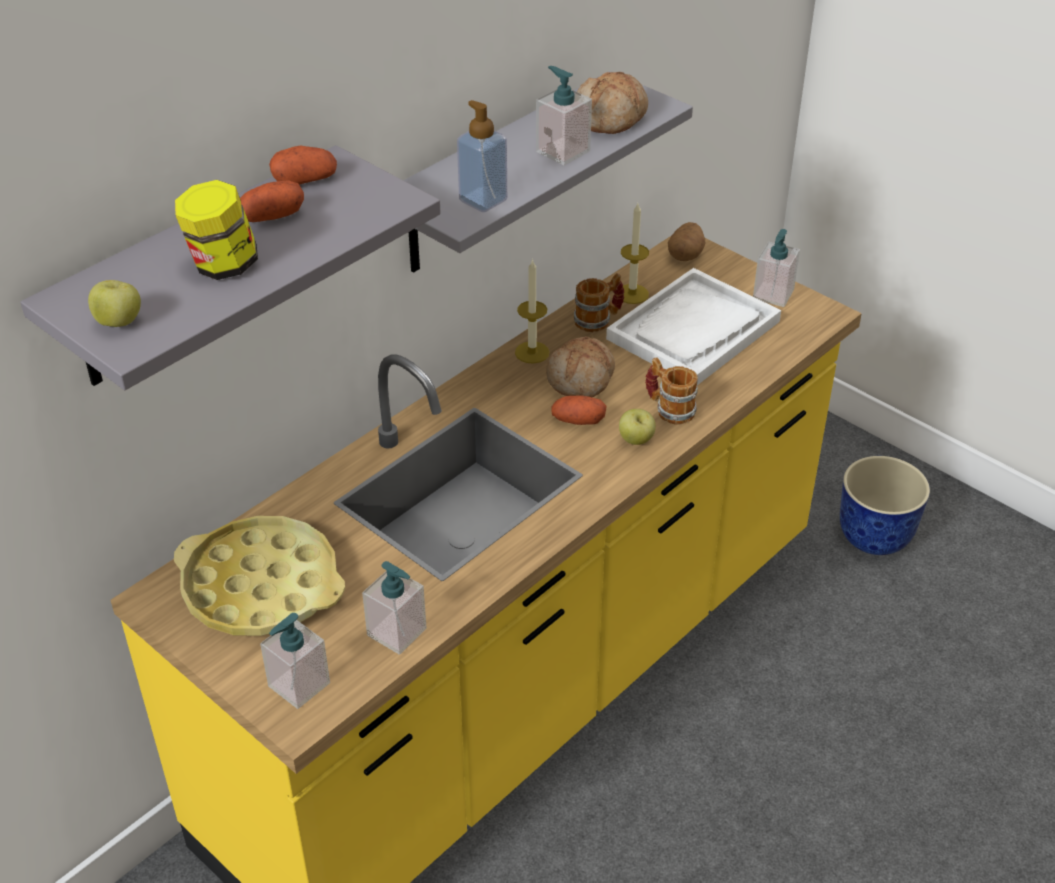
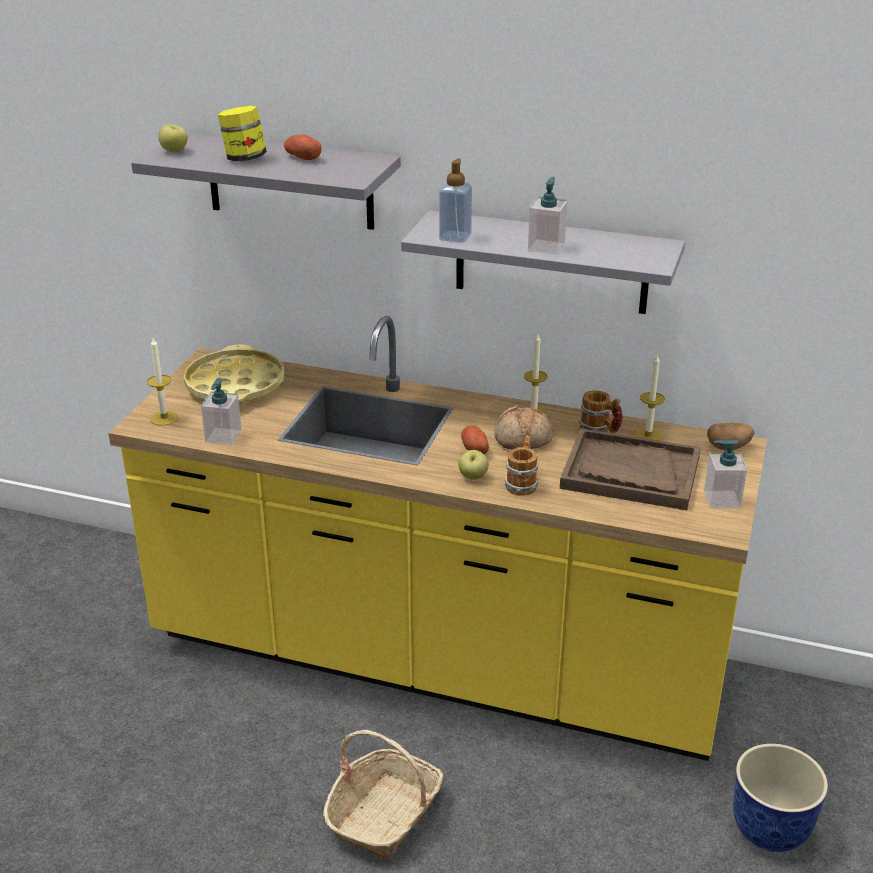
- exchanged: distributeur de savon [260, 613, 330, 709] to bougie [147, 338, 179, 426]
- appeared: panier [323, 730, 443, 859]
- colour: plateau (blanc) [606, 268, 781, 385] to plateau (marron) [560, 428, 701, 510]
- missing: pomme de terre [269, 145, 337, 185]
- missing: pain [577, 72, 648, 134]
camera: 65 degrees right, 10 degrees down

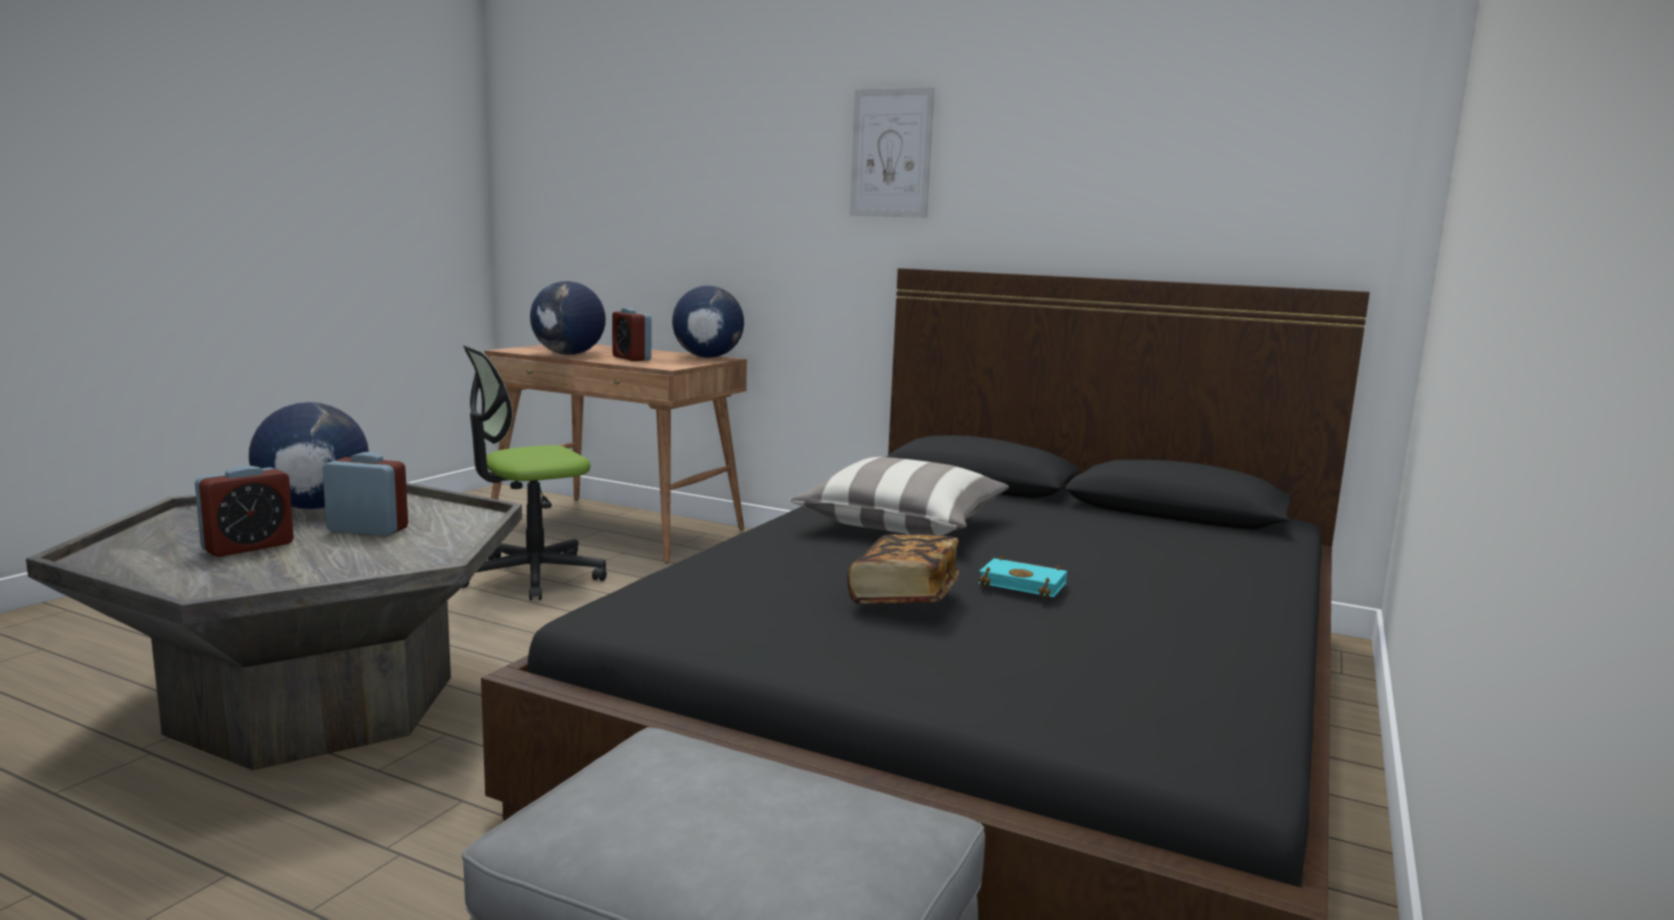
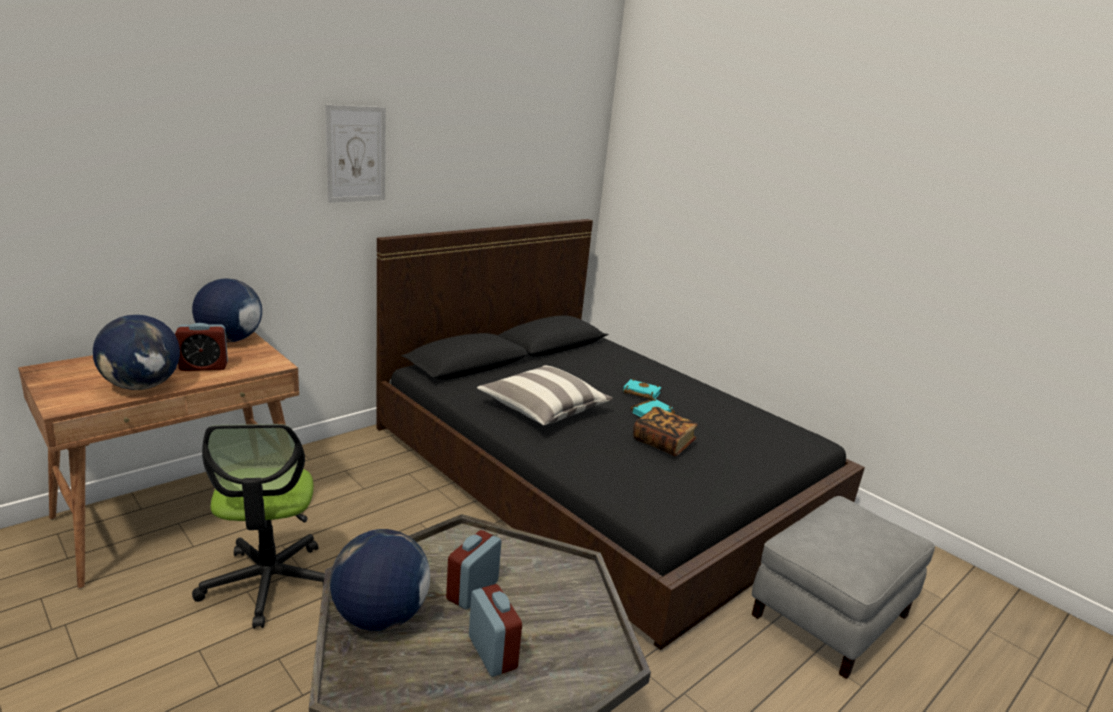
- appeared: livre (turquoise) [623, 379, 661, 400]
camera: 70 degrees left, 10 degrees up

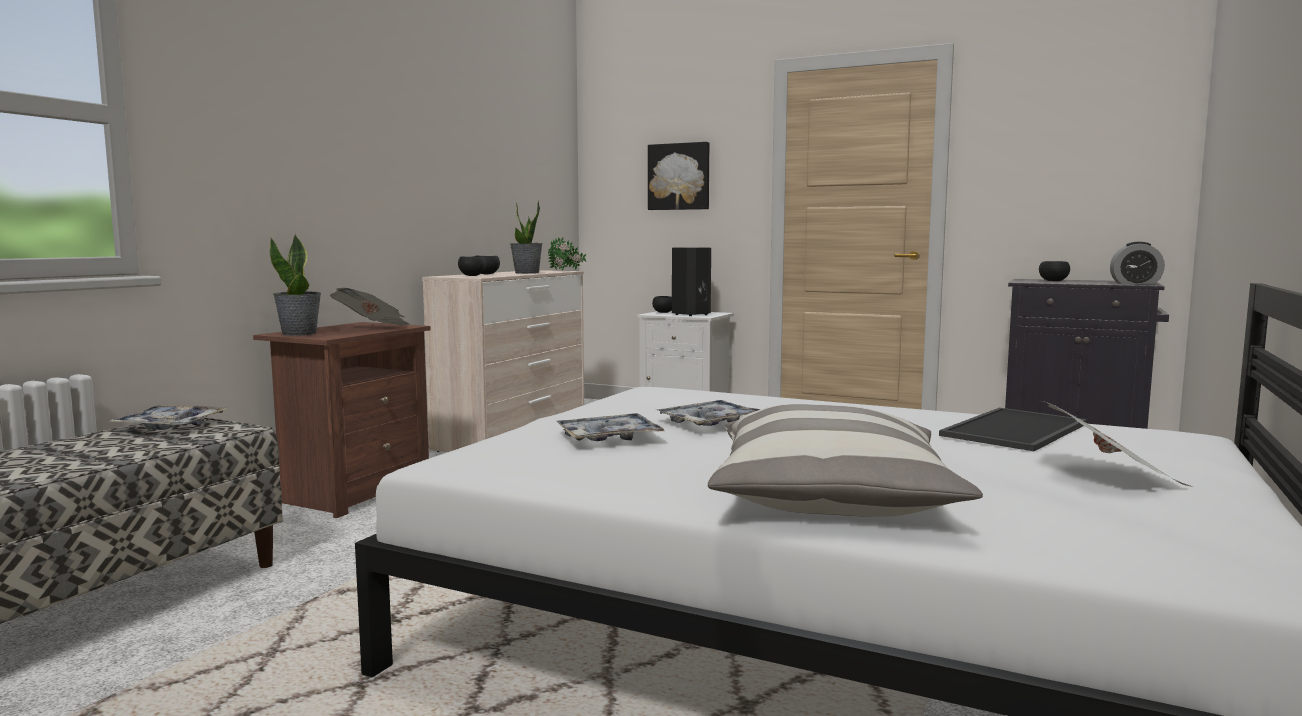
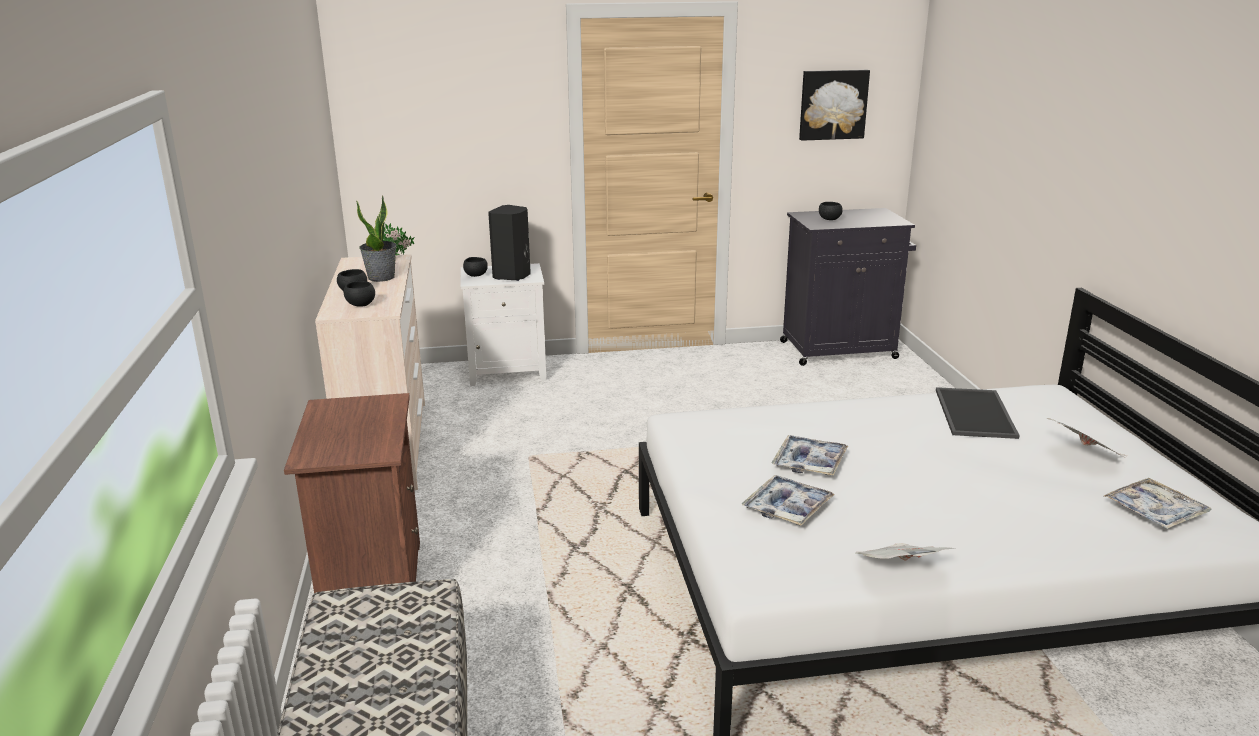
- relocated: tableau [648, 142, 709, 210] to [799, 70, 870, 141]
- relocated: journal [330, 288, 409, 325] to [856, 543, 954, 561]
- relocated: plateau [109, 405, 227, 430] to [1104, 478, 1211, 529]
- missing: plante en pot [270, 234, 321, 336]
- missing: coussin [708, 404, 983, 517]
- missing: réveil [1110, 242, 1165, 285]
camera: 35 degrees left, 15 degrees up

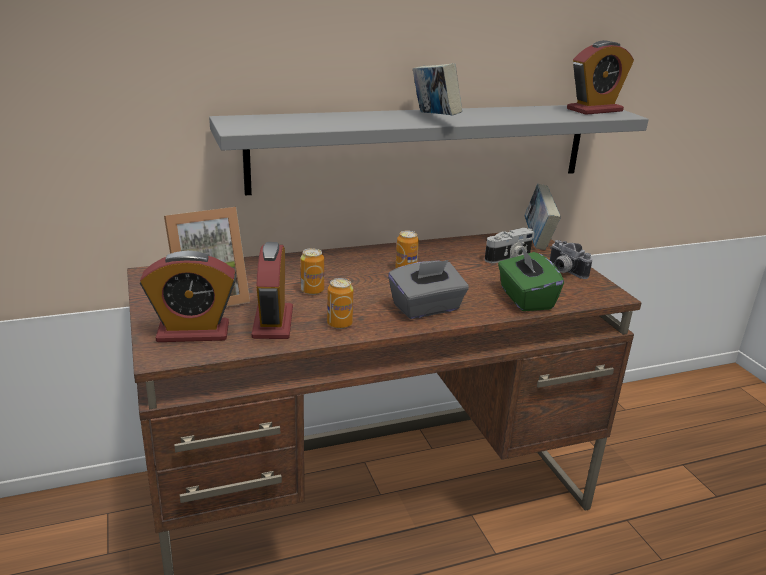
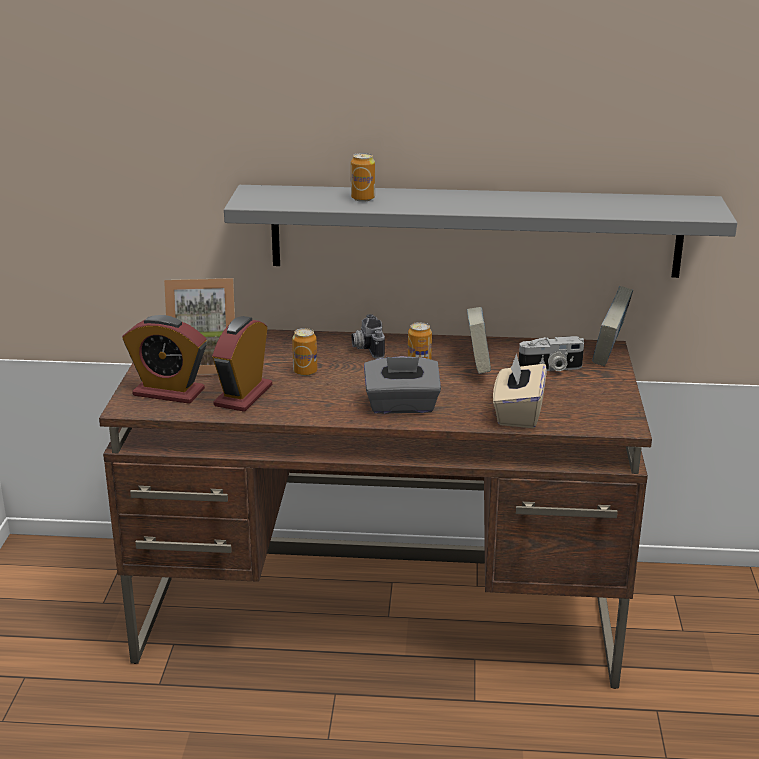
- relocated: boîte métallique [327, 278, 353, 329] to [351, 153, 375, 202]
- relocated: appareil photo [550, 240, 592, 279] to [351, 314, 385, 359]
- relocated: livre [413, 63, 462, 115] to [467, 307, 491, 374]
- colour: boîte à mouchoirs (vert) [498, 245, 564, 311] to boîte à mouchoirs (beige) [493, 354, 547, 428]
- missing: réveil [567, 40, 634, 115]
camera: 25 degrees right, 0 degrees up

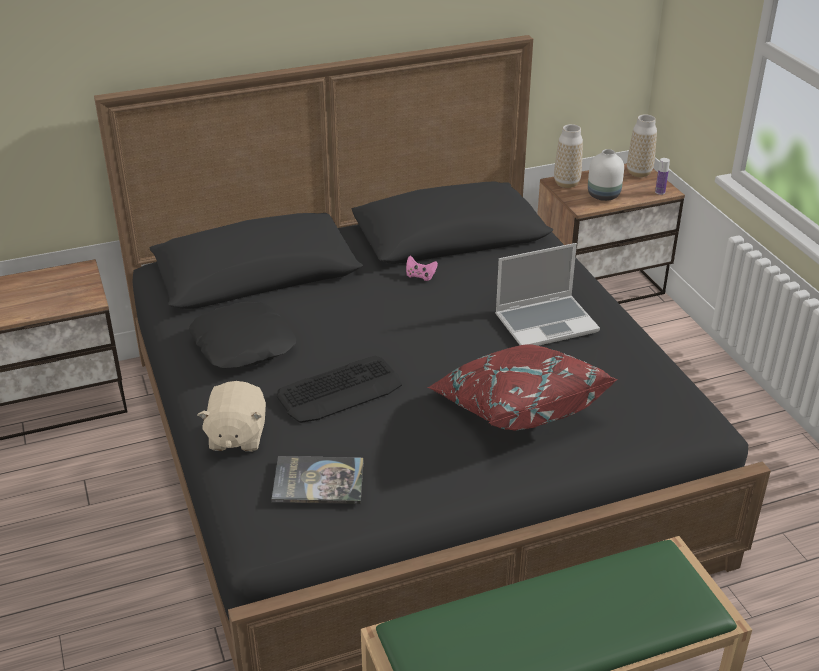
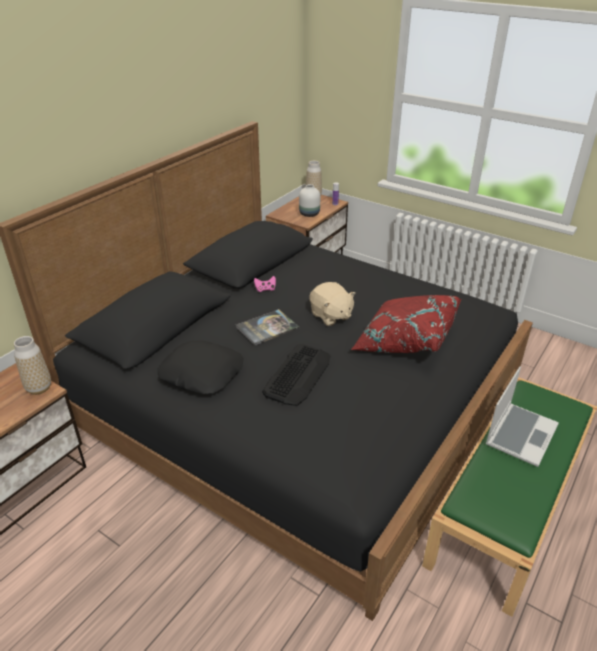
- relocated: vase [554, 124, 583, 188] to [14, 336, 51, 395]
- relocated: livre [272, 456, 364, 504] to [236, 309, 299, 345]
- relocated: peluche (beige) [198, 381, 266, 452] to [309, 282, 356, 326]
- relocated: ordinateur portable [495, 243, 600, 346] to [486, 366, 559, 467]
camera: 35 degrees left, 0 degrees up

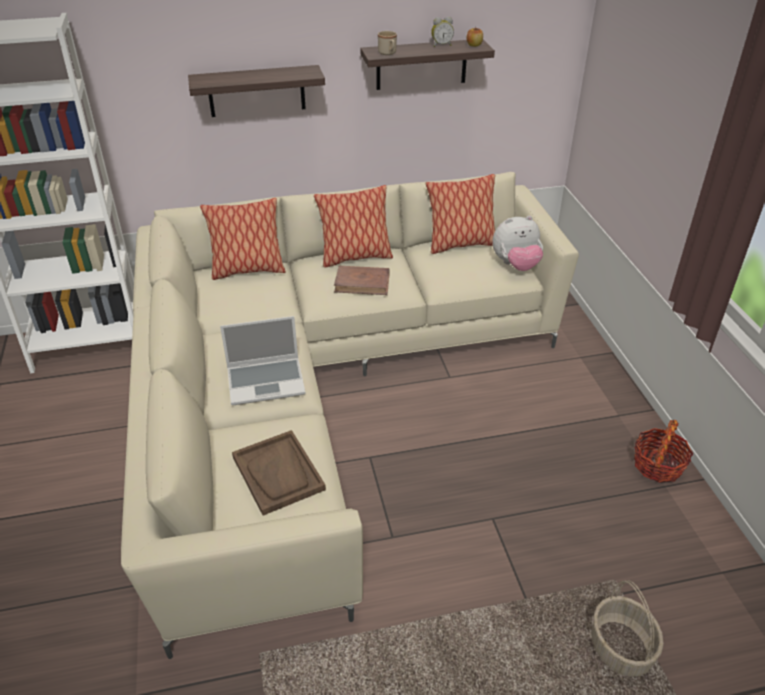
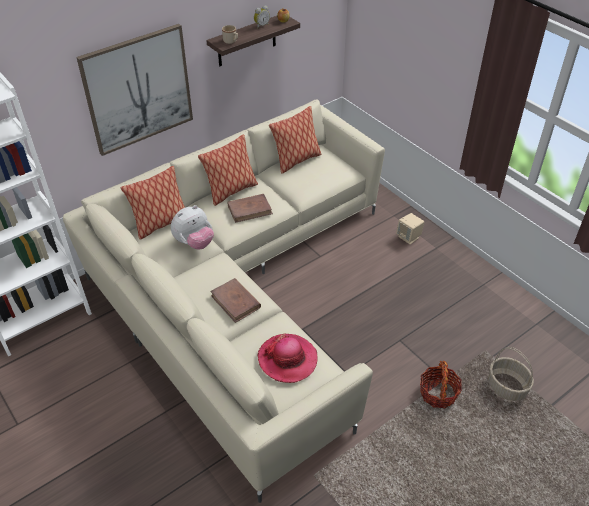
- exchanged: étagère [188, 65, 325, 117] to tableau [76, 24, 193, 156]
- relocated: peluche [492, 216, 543, 271] to [171, 205, 214, 250]
- exchanged: ordinateur portable [220, 316, 306, 405] to livre (marron) [210, 278, 261, 323]
- exchanged: plateau (marron) [232, 430, 326, 516] to chapeau [257, 334, 317, 383]
- appeared: enceinte (beige) [396, 213, 424, 245]
- relocated: panier [634, 420, 693, 483] to [420, 361, 462, 408]
camera: 25 degrees left, 5 degrees up

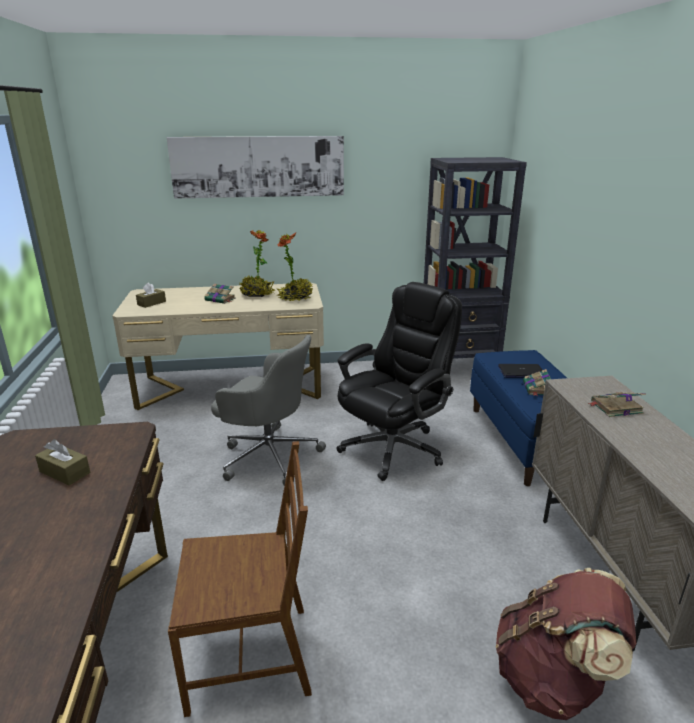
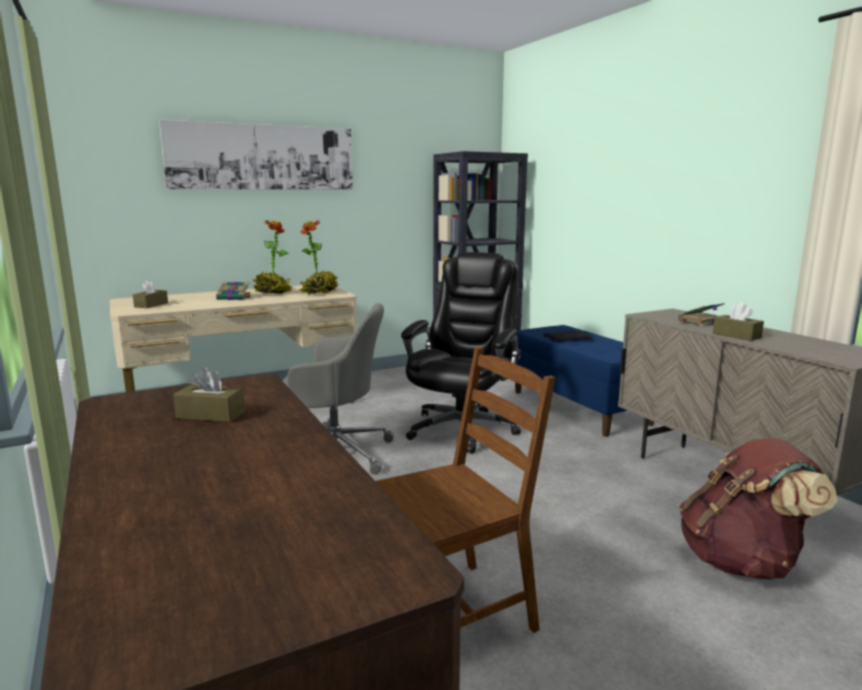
- appeared: boîte à mouchoirs (marron) [713, 302, 764, 341]
- missing: livre [523, 369, 551, 396]
camera: 20 degrees left, 10 degrees down

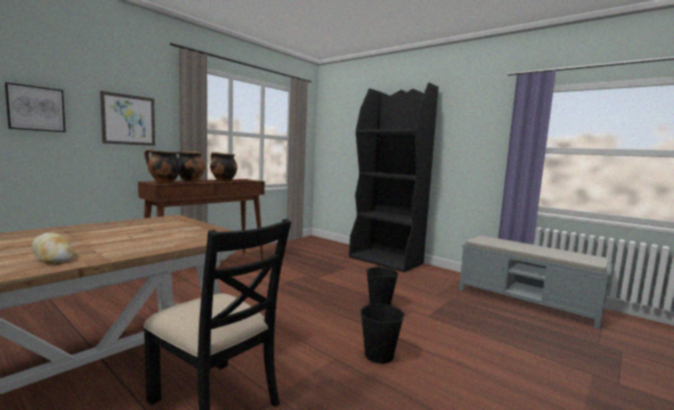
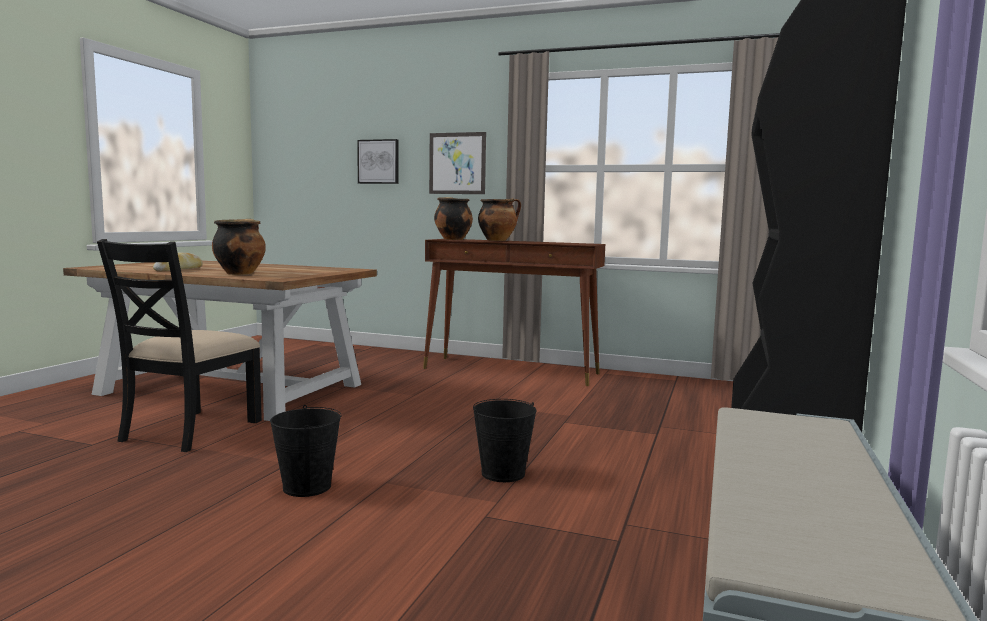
- relocated: marmite [210, 152, 237, 182] to [212, 219, 266, 275]
camera: 70 degrees right, 0 degrees up

